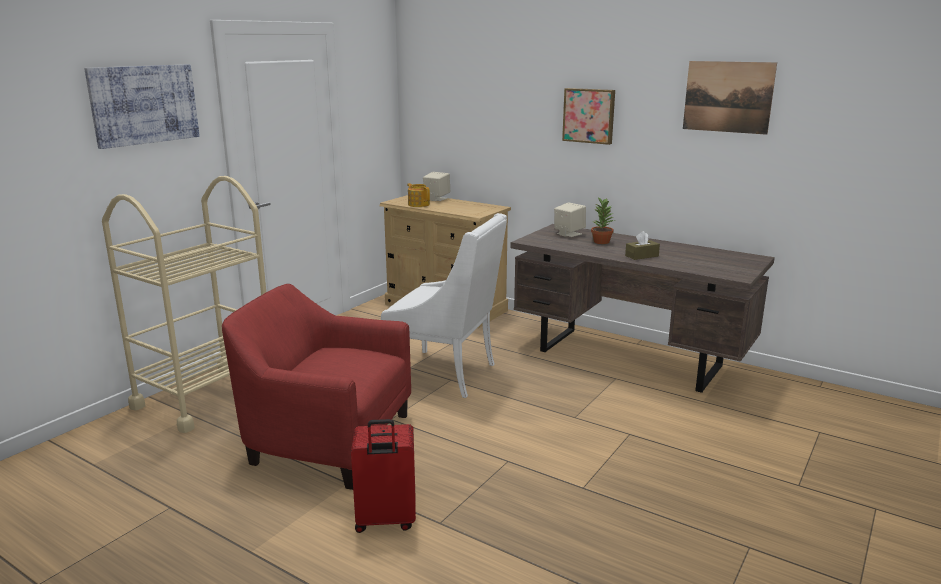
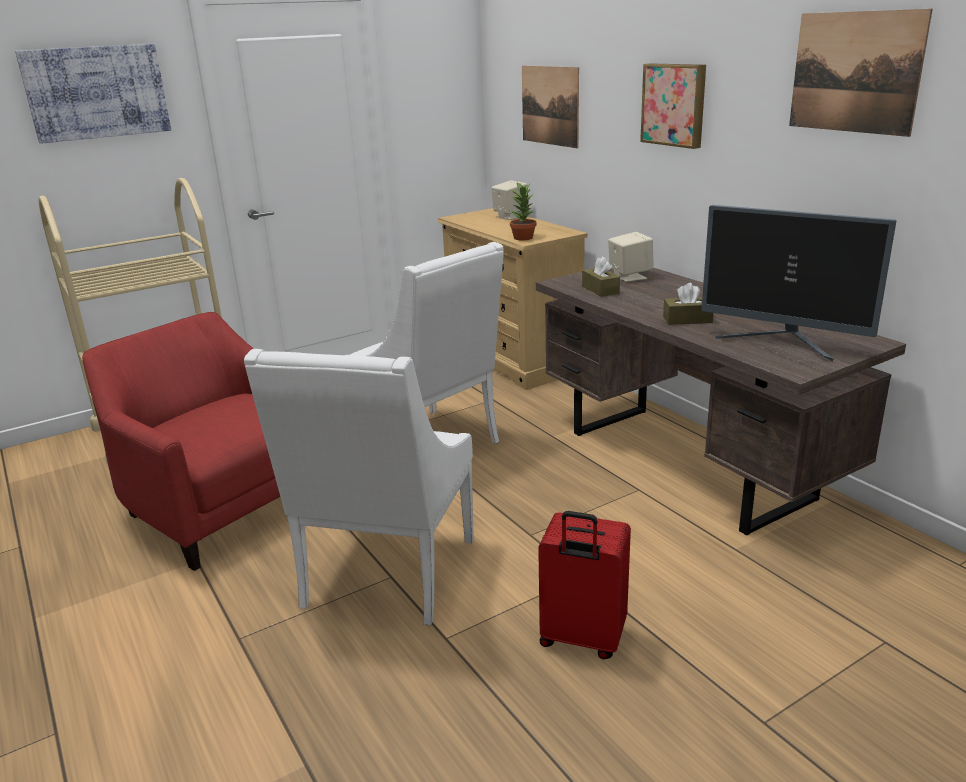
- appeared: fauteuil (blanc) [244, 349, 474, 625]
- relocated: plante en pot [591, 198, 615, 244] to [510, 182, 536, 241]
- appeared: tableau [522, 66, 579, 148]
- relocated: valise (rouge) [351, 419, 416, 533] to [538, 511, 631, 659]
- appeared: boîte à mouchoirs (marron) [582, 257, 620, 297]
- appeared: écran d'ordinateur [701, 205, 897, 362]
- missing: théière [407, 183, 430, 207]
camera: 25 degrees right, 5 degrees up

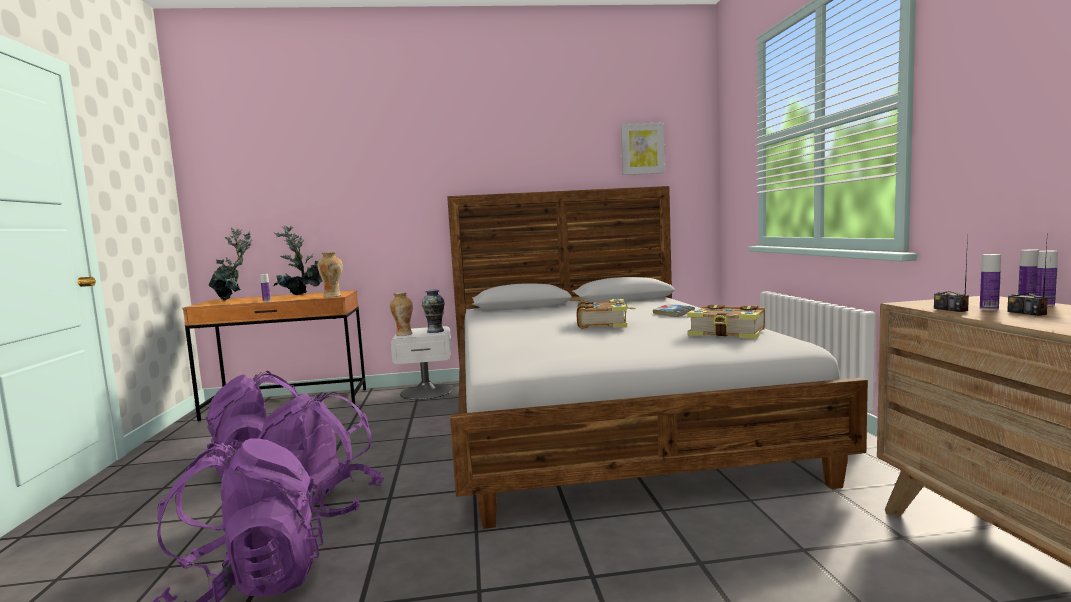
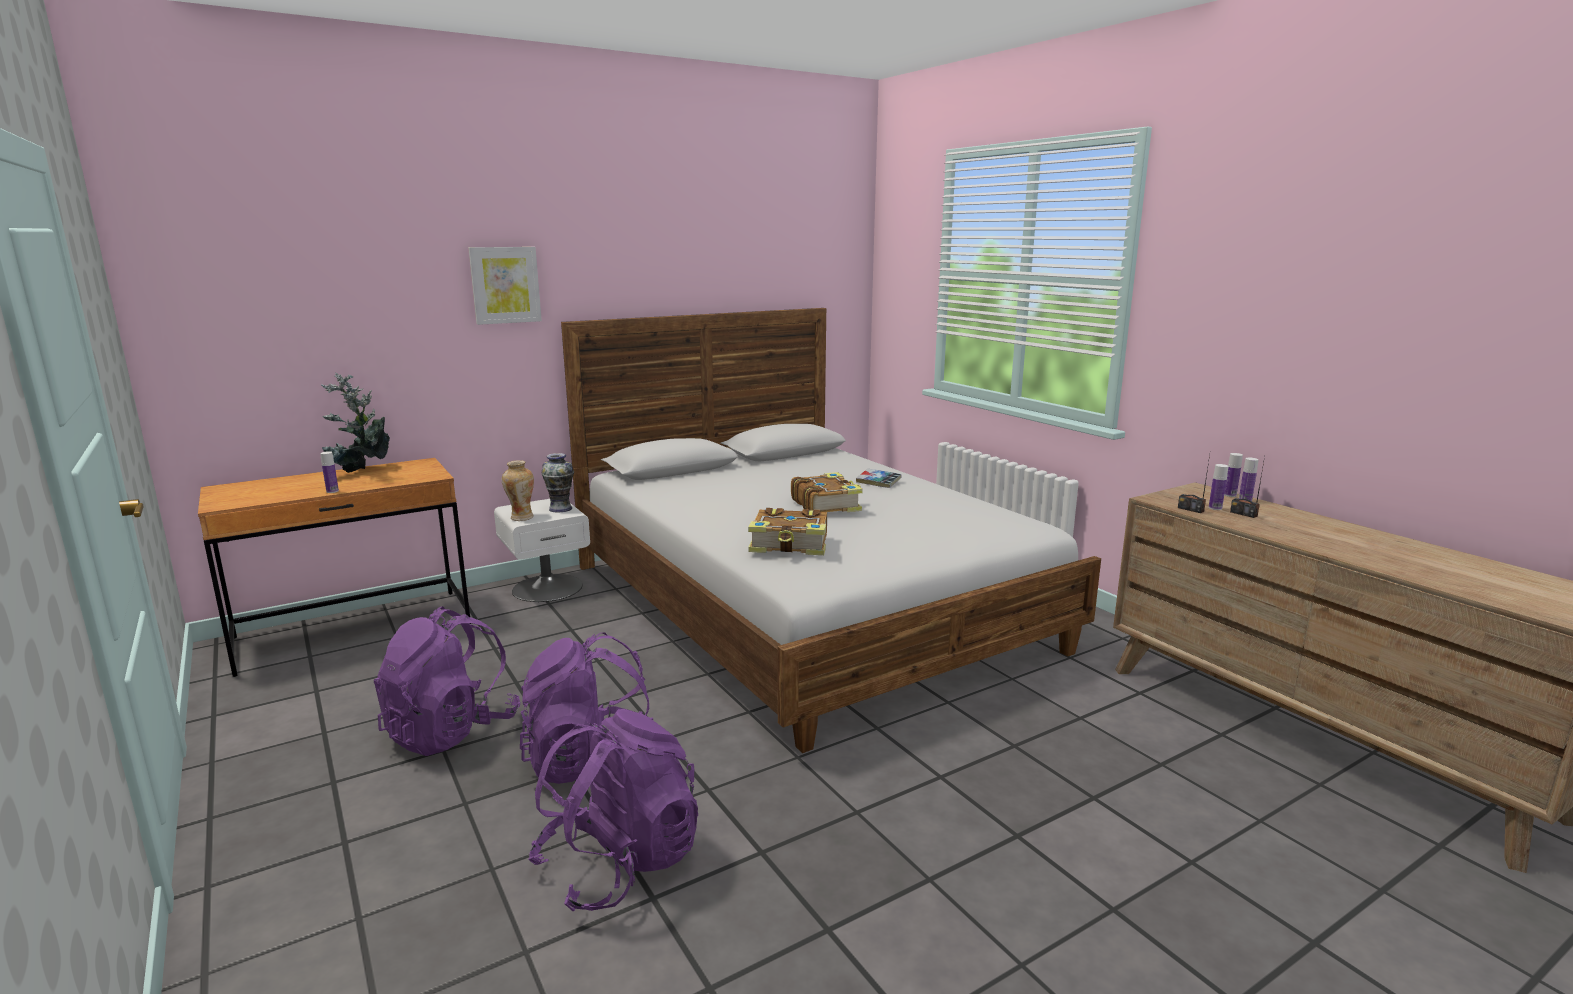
- relocated: tableau [621, 123, 665, 175] to [468, 247, 542, 325]
- relocated: livre [687, 304, 765, 339] to [748, 508, 827, 555]
- missing: plante en pot [208, 228, 253, 301]
- missing: vase [317, 252, 343, 297]
camera: 25 degrees left, 10 degrees up

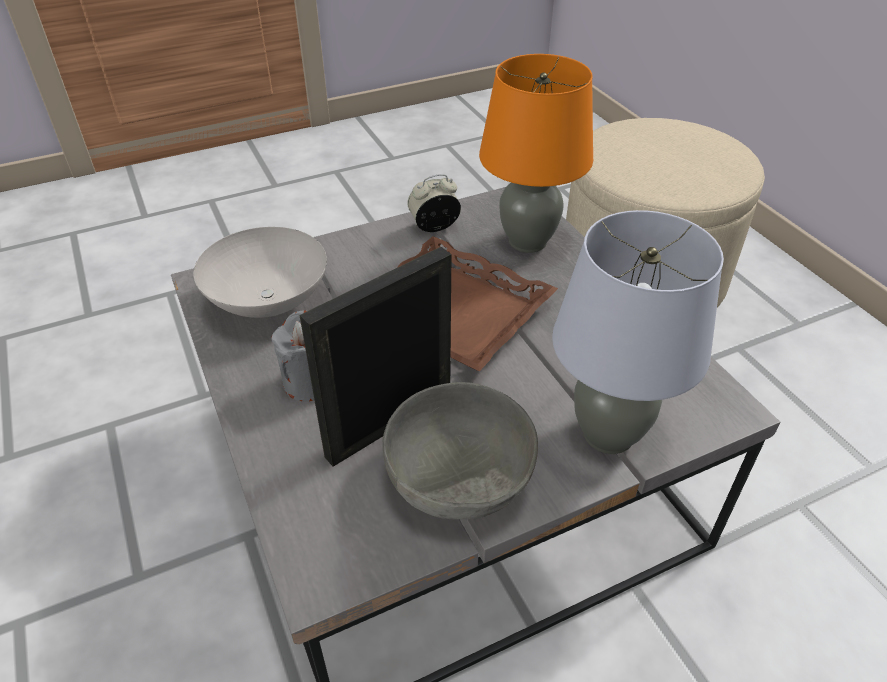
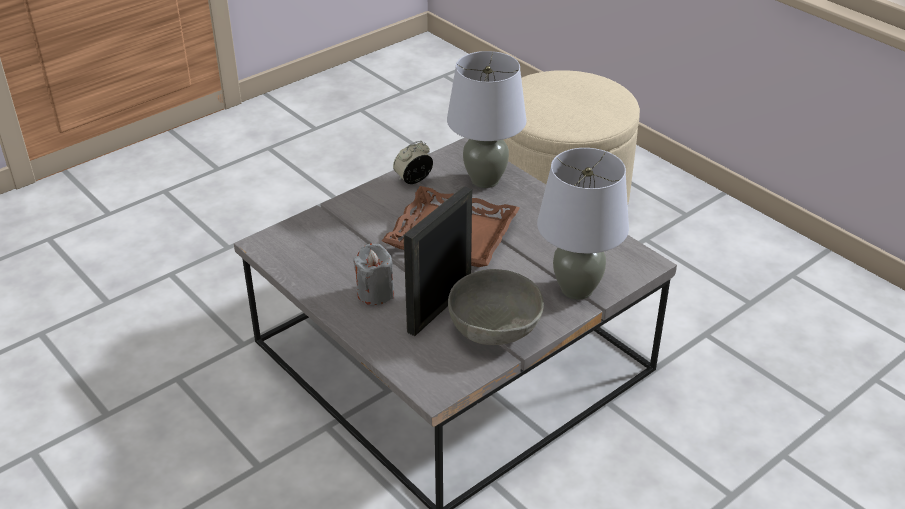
- colour: lampe de table (orange) [479, 54, 593, 253] to lampe de table (gris) [447, 51, 527, 188]
- missing: bol (blanc) [193, 227, 327, 318]
camera: 15 degrees left, 5 degrees down

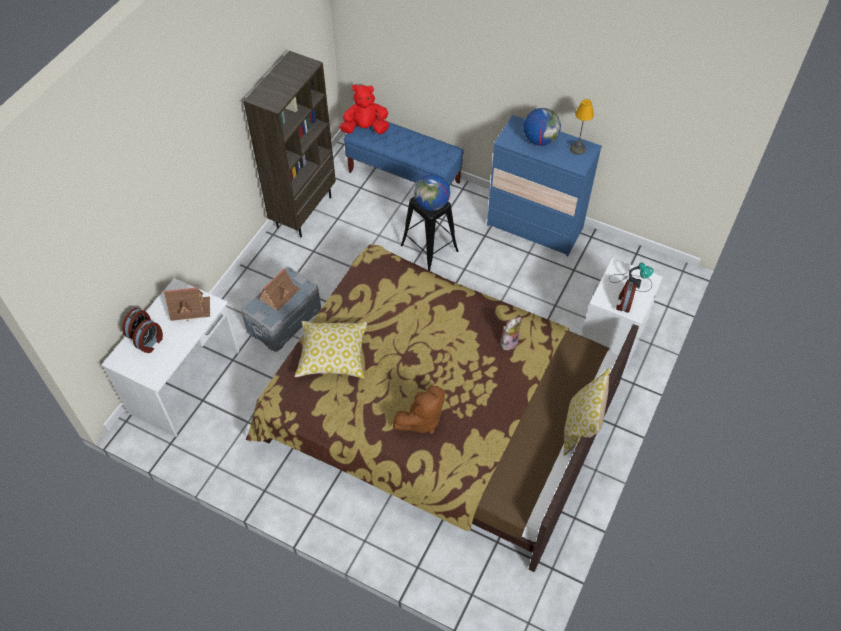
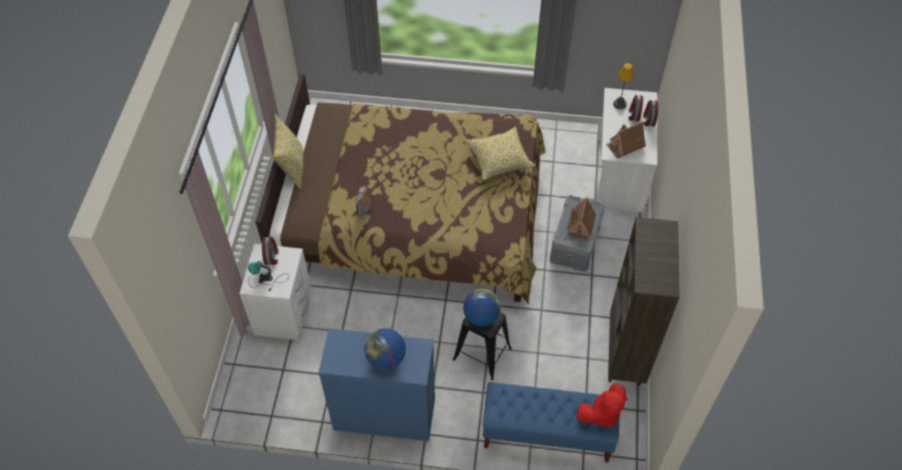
- relocated: lampe de table [570, 99, 594, 155] to [613, 63, 634, 109]
- missing: peluche (marron) [393, 385, 445, 434]
camera: 160 degrees right, 0 degrees up

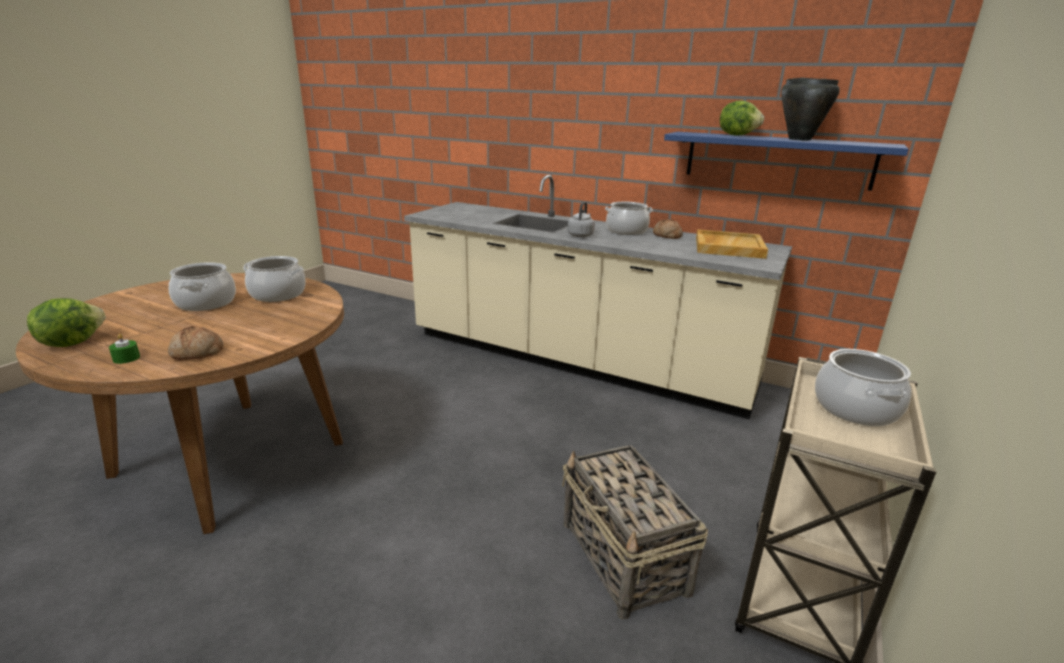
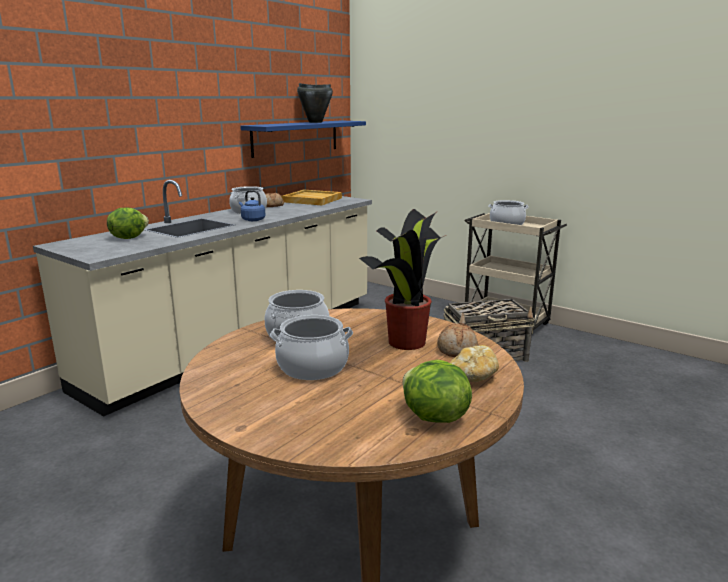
- relocated: laitue [720, 100, 764, 136] to [107, 208, 149, 239]
- colour: bouilloire (gris) [567, 202, 595, 237] to bouilloire (bleu) [239, 190, 266, 221]
- appeared: plante en pot [359, 209, 446, 350]
- exchanged: bougie (vert) [109, 334, 140, 364] to pain [450, 345, 499, 382]
camera: 80 degrees left, 5 degrees down

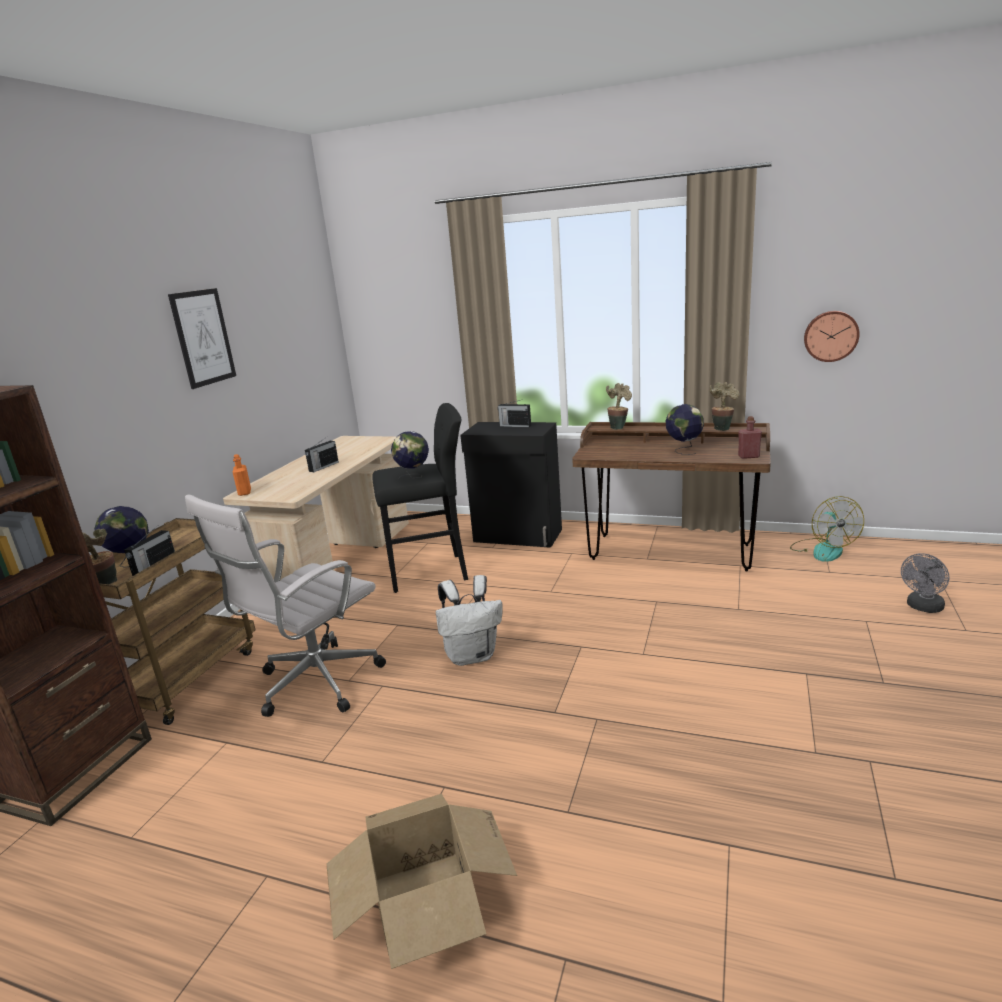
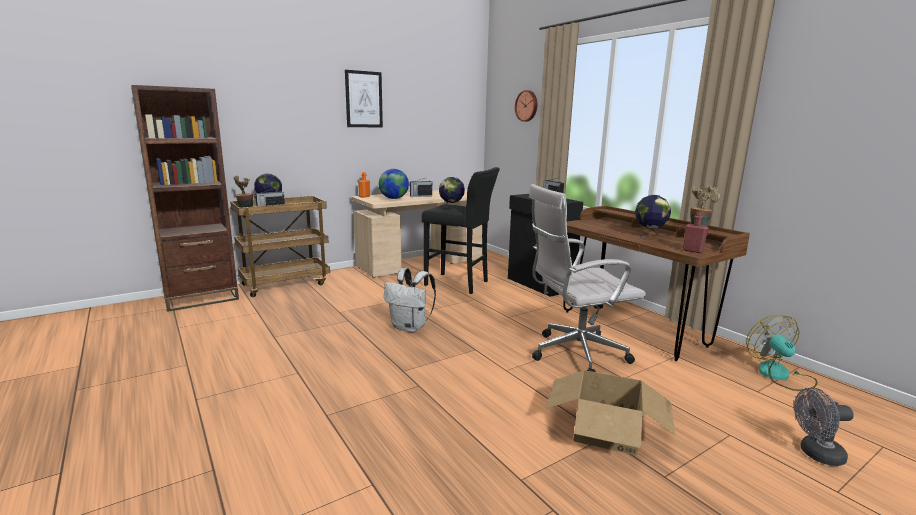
- appeared: globe [379, 169, 409, 199]
- relocated: horloge murale [804, 311, 860, 362] to [515, 90, 537, 122]
- relocated: chaise de bureau (blanc) [185, 494, 386, 717] to [529, 184, 646, 372]
- relocated: carton [327, 794, 517, 969] to [546, 370, 675, 455]
- spun: ventilateur [790, 496, 864, 562] = [746, 315, 817, 391] 135 degrees clockwise
- missing: plante en pot [606, 383, 632, 430]
camera: 35 degrees right, 5 degrees down

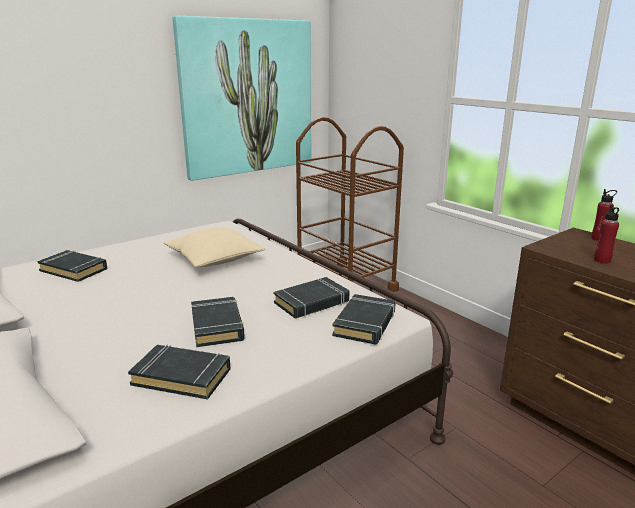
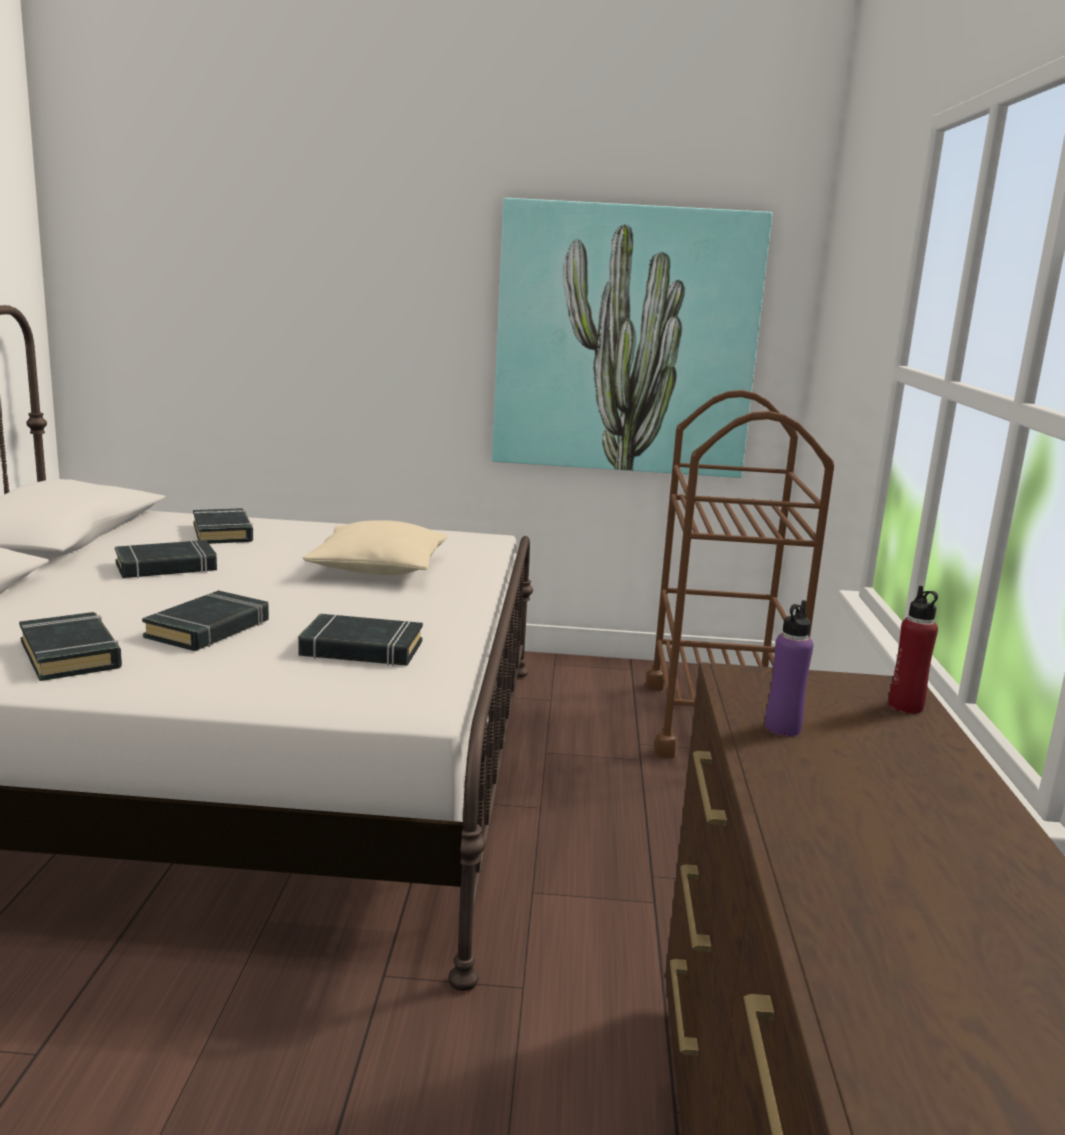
- relocated: livre (noir) [332, 294, 395, 345] to [115, 540, 217, 578]
- colour: bouteille (rouge) [594, 205, 619, 264] to bouteille (violet) [765, 600, 813, 736]
camera: 40 degrees right, 5 degrees down

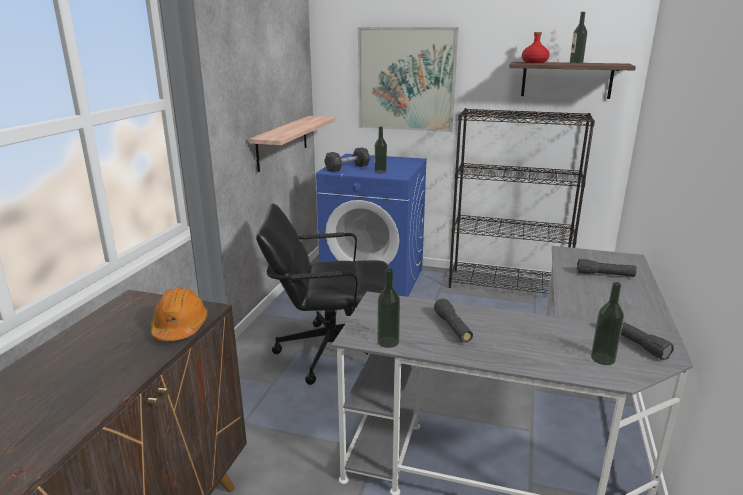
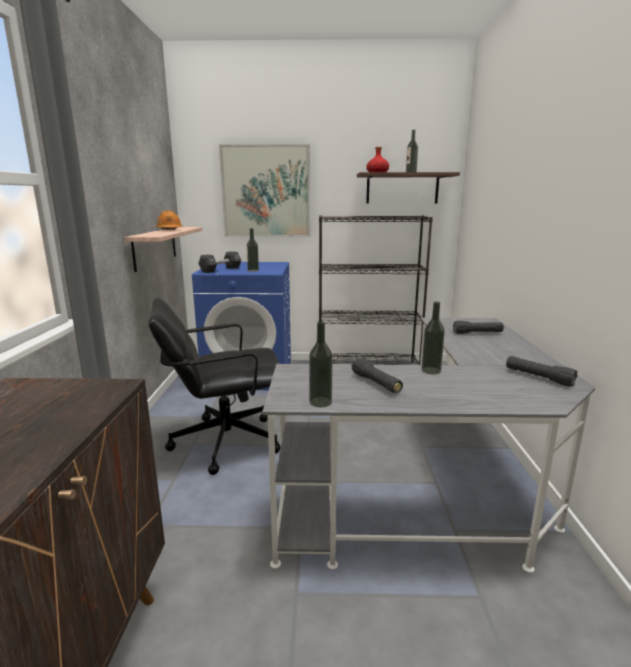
- relocated: casque de chantier (orange) [151, 287, 208, 341] to [156, 210, 183, 230]
- relocated: bouteille [591, 282, 624, 365] to [421, 301, 445, 374]
camera: 15 degrees left, 5 degrees down

